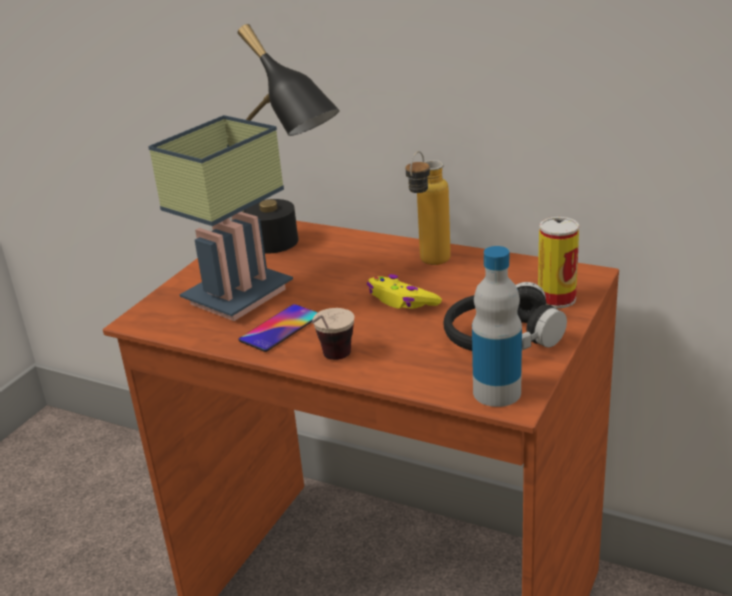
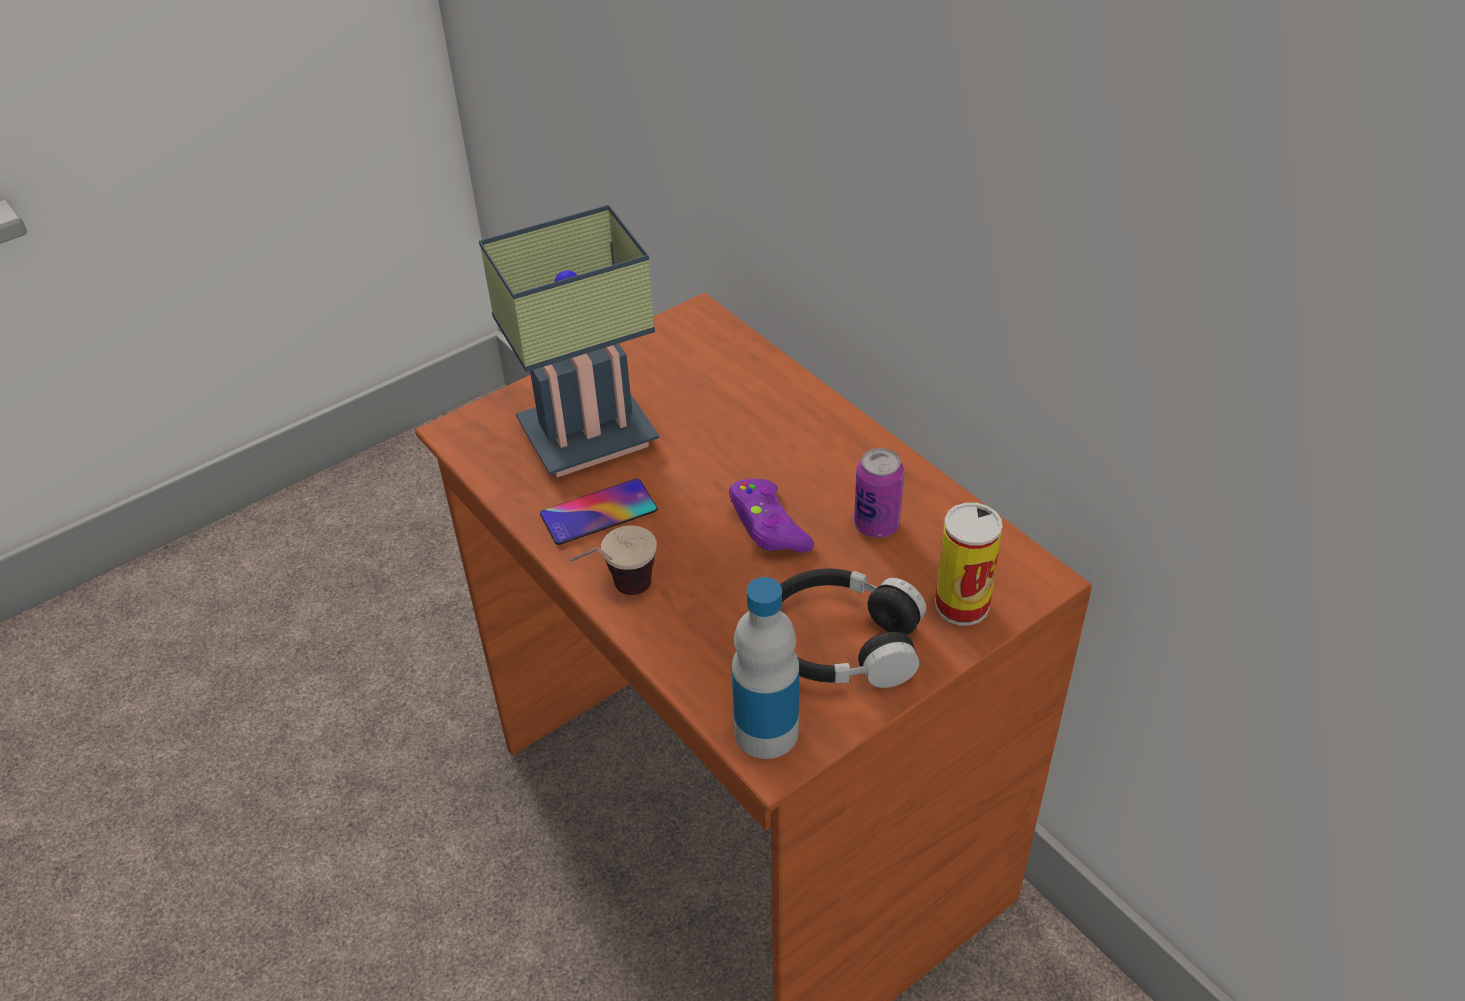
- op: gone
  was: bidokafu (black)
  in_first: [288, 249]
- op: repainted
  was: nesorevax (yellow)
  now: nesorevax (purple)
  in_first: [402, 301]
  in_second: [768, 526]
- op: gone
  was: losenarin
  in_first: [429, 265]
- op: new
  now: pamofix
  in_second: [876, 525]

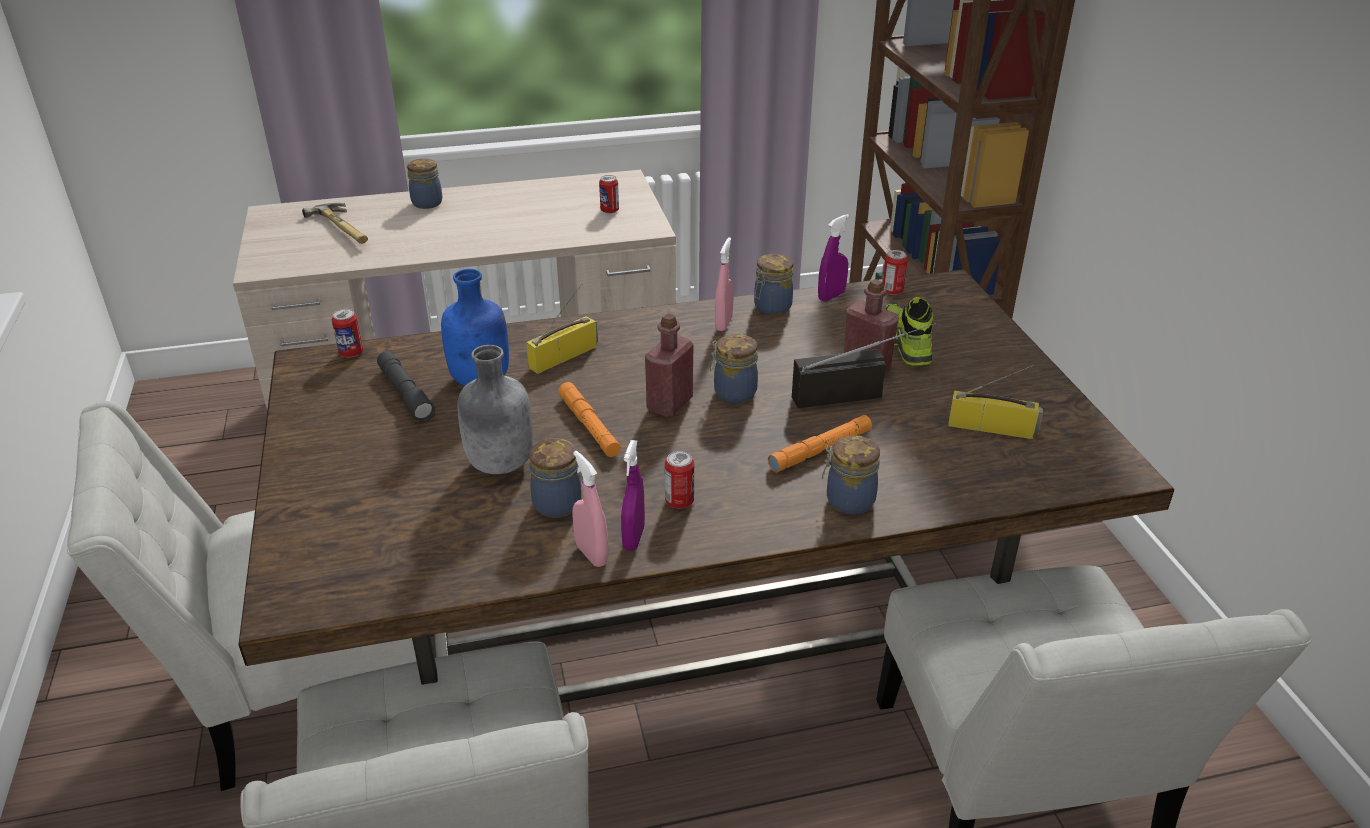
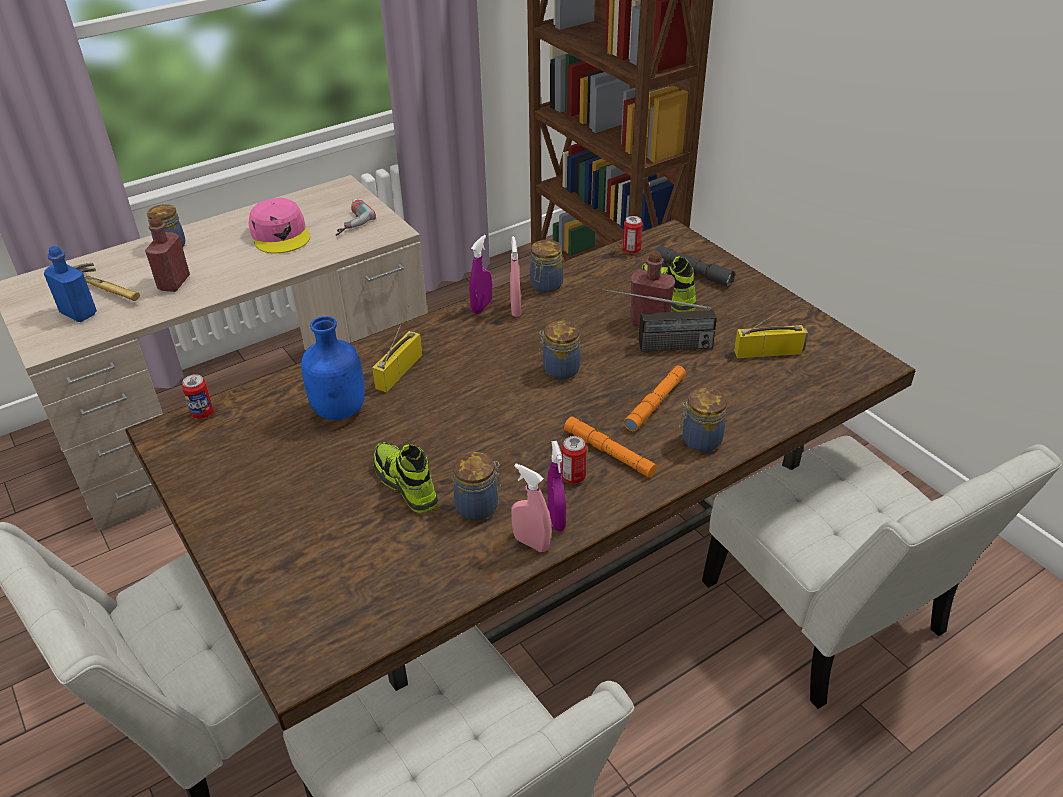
- op: shifted
  was: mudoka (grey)
  in_first: [406, 394]
  in_second: [692, 272]
- op: swapped
  was: losenarin (grey)
  now: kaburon
  in_first: [499, 464]
  in_second: [405, 484]
- op: shifted
  was: mudoka (orange)
  in_first: [589, 425]
  in_second: [609, 452]
- op: swapped
  was: pamofix
  now: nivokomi
  in_first: [609, 210]
  in_second: [347, 220]
- op: shifted
  was: losenarin (red)
  in_first: [669, 404]
  in_second: [174, 283]
- op: rotated
  was: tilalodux
  in_first: [858, 393]
  in_second: [656, 346]
  clockwise: -150
- op: shifted
  was: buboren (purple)
  in_first: [831, 296]
  in_second: [482, 307]
- op: new
  now: losenarin (blue)
  in_second: [78, 313]
- op: new
  now: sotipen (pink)
  in_second: [280, 234]

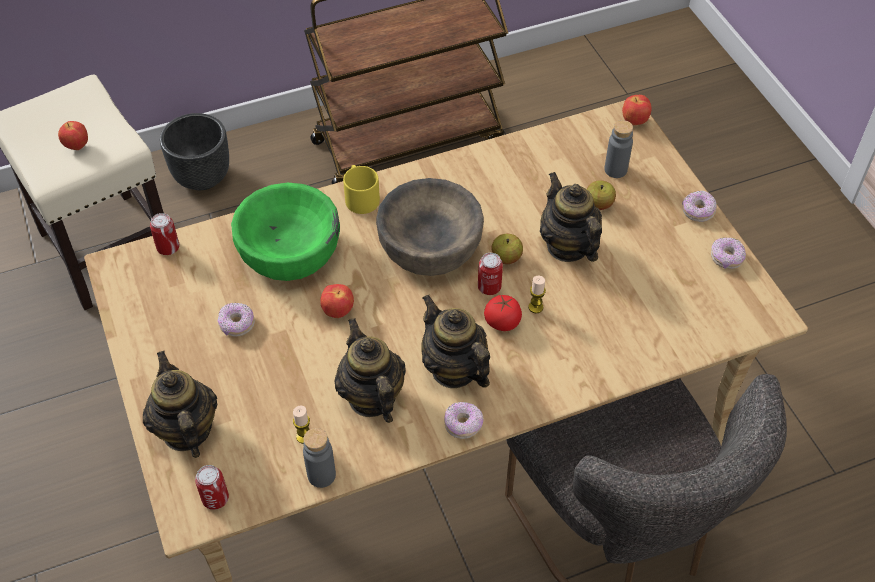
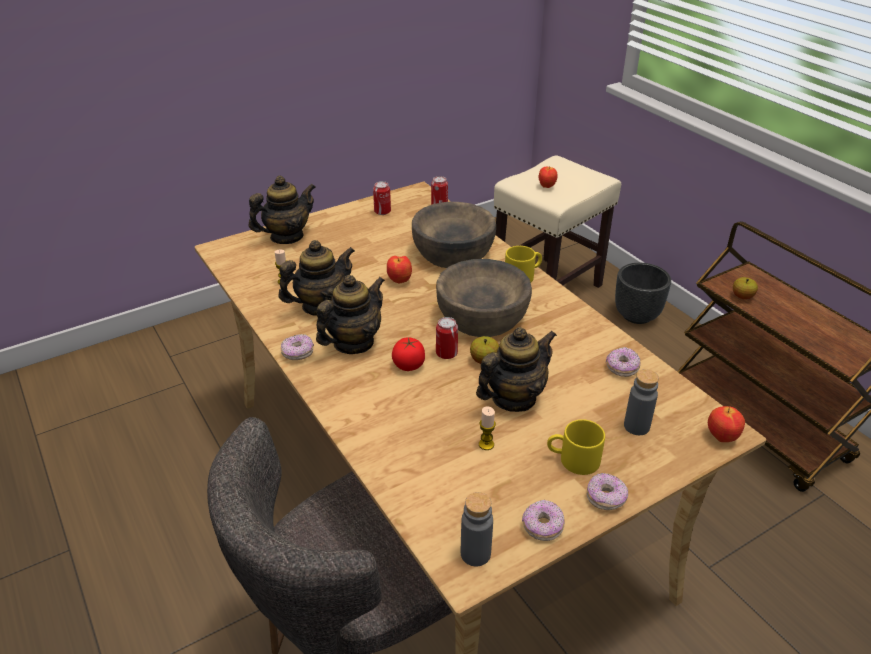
- op: shifted
  was: pamofix
  in_first: [215, 498]
  in_second: [382, 212]
- op: shifted
  was: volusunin
  in_first: [237, 324]
  in_second: [622, 368]
- op: repainted
  was: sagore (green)
  now: sagore (brown)
  in_first: [290, 251]
  in_second: [453, 252]
- op: shifted
  was: losenarin (grey)
  in_first: [321, 475]
  in_second: [475, 554]
- op: shifted
  was: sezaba
  in_first: [535, 307]
  in_second: [486, 444]
- op: shifted
  was: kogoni
  in_first: [598, 204]
  in_second: [742, 296]
- op: new
  now: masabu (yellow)
  in_second: [573, 460]

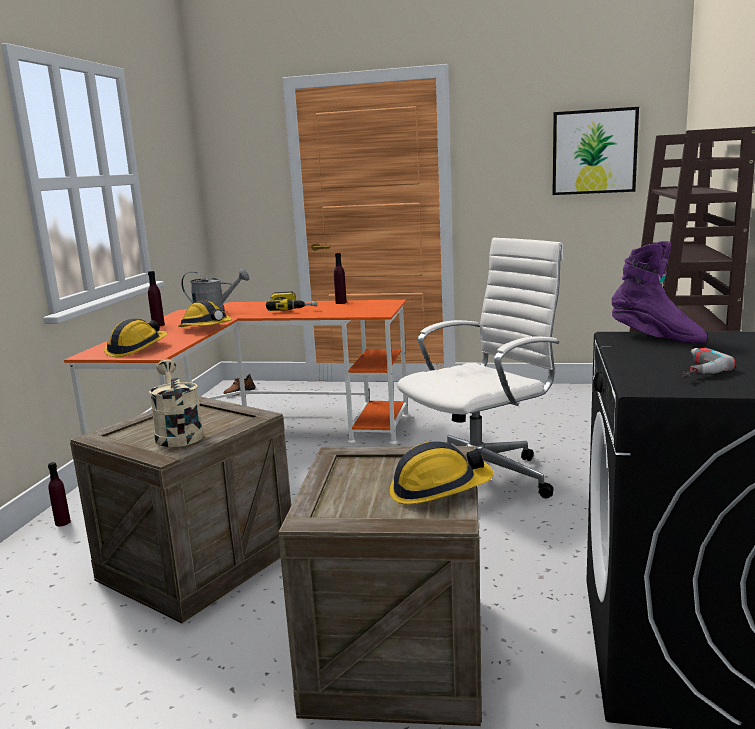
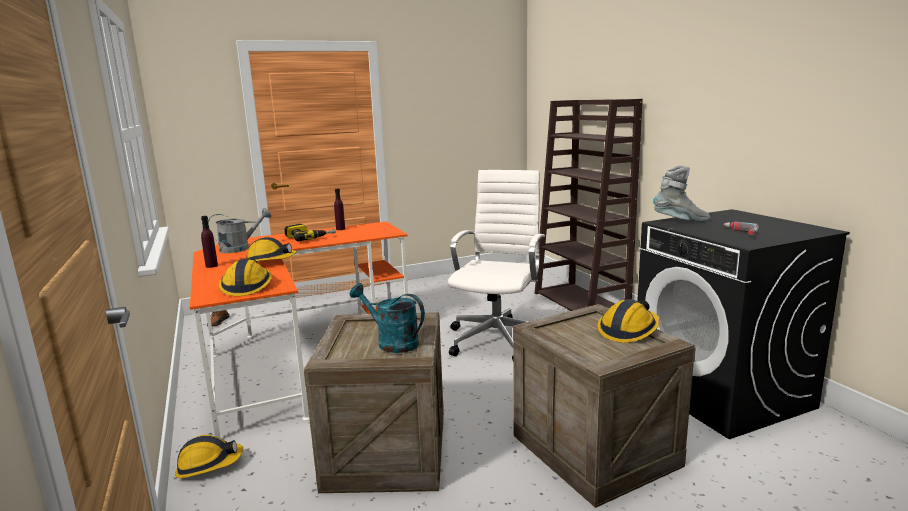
- op: swapped
  was: losenarin (purple)
  now: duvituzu
  in_first: [62, 522]
  in_second: [209, 465]
- op: repainted
  was: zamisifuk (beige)
  now: zamisifuk (turquoise)
  in_first: [177, 434]
  in_second: [391, 342]
- op: gone
  was: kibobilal
  in_first: [594, 152]
- op: repainted
  was: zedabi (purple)
  now: zedabi (grey)
  in_first: [656, 338]
  in_second: [681, 221]

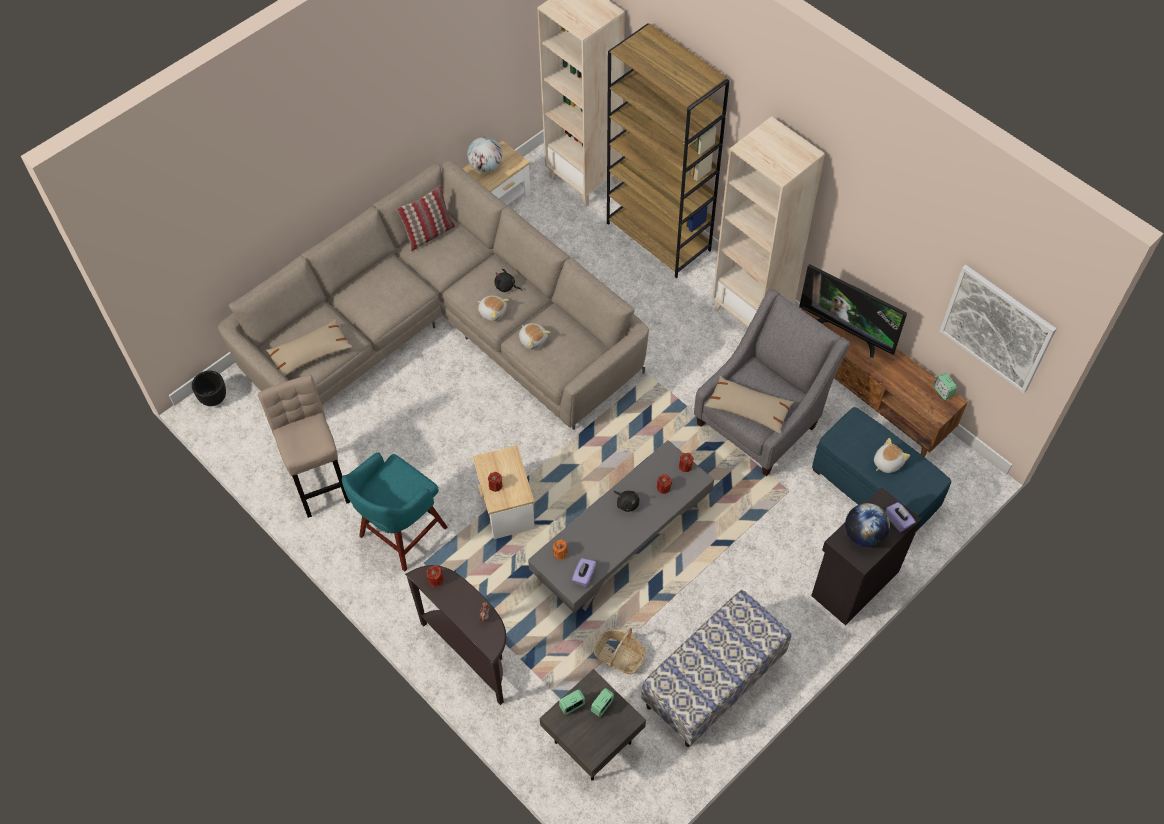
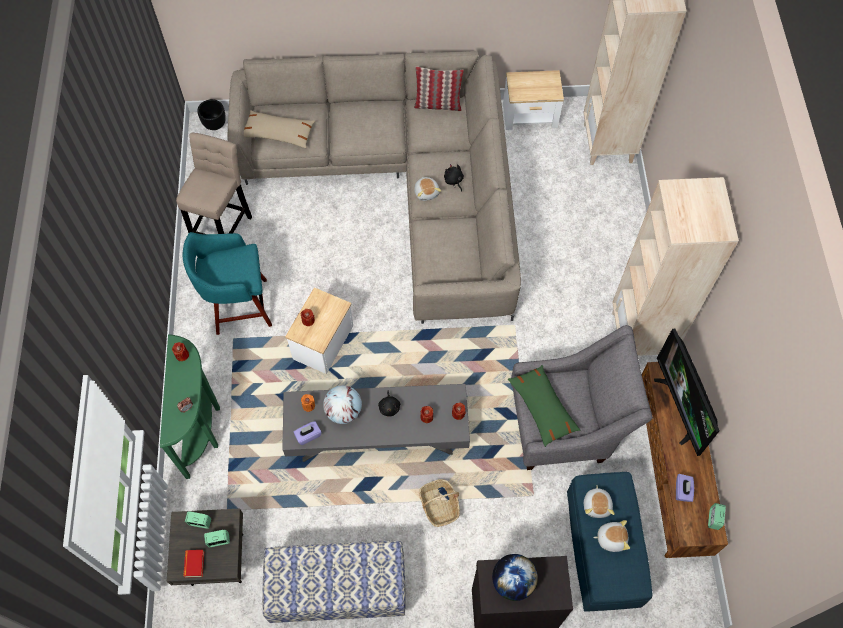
- op: repainted
  was: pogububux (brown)
  now: pogububux (green)
  in_first: [471, 653]
  in_second: [203, 426]
- op: shifted
  was: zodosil
  in_first: [485, 166]
  in_second: [343, 411]
- op: shifted
  was: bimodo
  in_first: [533, 339]
  in_second: [597, 505]
- op: shifted
  was: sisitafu
  in_first: [619, 656]
  in_second: [439, 505]
- op: gone
  was: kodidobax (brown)
  in_first: [659, 237]
- op: repainted
  was: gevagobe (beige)
  now: gevagobe (green)
  in_first: [748, 409]
  in_second: [542, 407]
- op: shifted
  was: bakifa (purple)
  in_first: [898, 521]
  in_second: [682, 491]
- op: gone
  was: kibobilal
  in_first: [996, 328]
- op: new
  now: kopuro
  in_second: [194, 564]

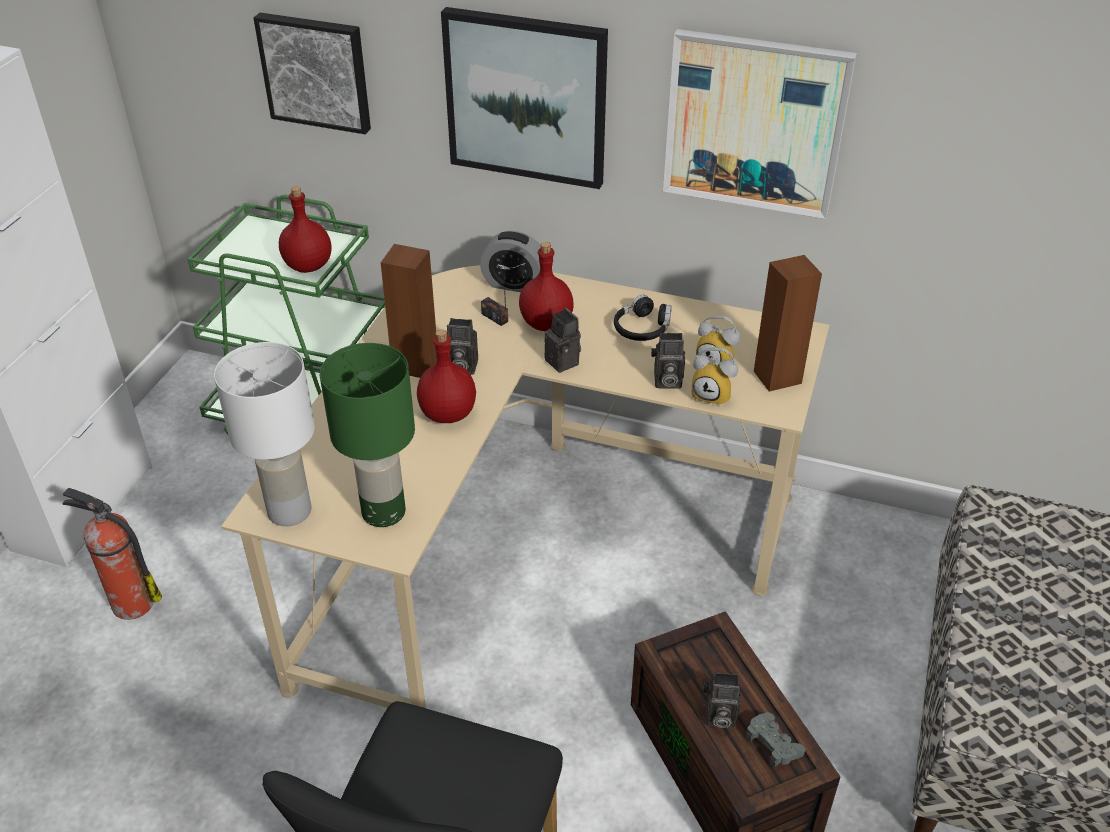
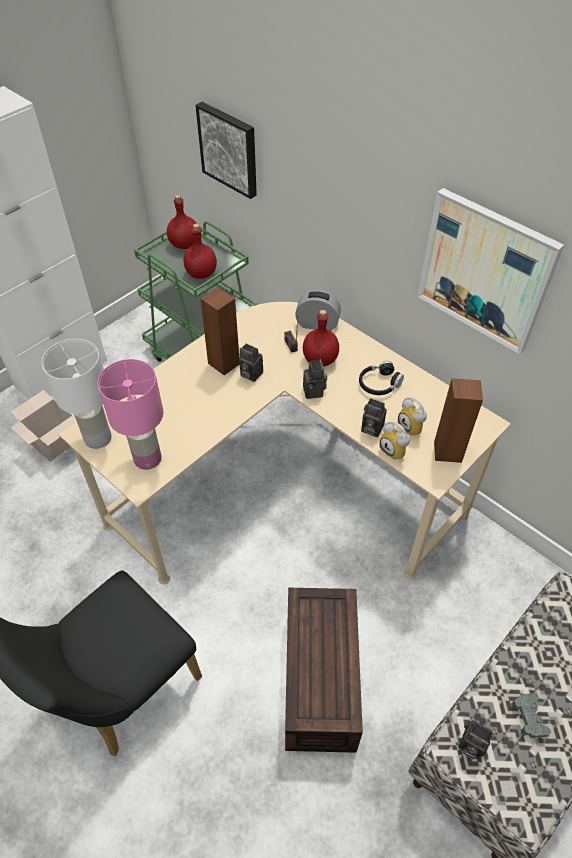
- op: swapped
  was: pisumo
  now: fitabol
  in_first: [130, 603]
  in_second: [56, 440]
- op: repainted
  was: bidokafu (green)
  now: bidokafu (pink)
  in_first: [385, 512]
  in_second: [148, 459]
- op: shifted
  was: losenarin (red)
  in_first: [447, 413]
  in_second: [184, 244]
- op: gone
  was: kibobilal
  in_first: [526, 97]
- op: rotated
  was: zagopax
  in_first: [514, 284]
  in_second: [317, 324]
  clockwise: 150
- op: shifted
  was: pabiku
  in_first: [718, 717]
  in_second: [469, 745]
- op: shifted
  was: nesorevax (grey)
  in_first: [773, 744]
  in_second: [529, 717]

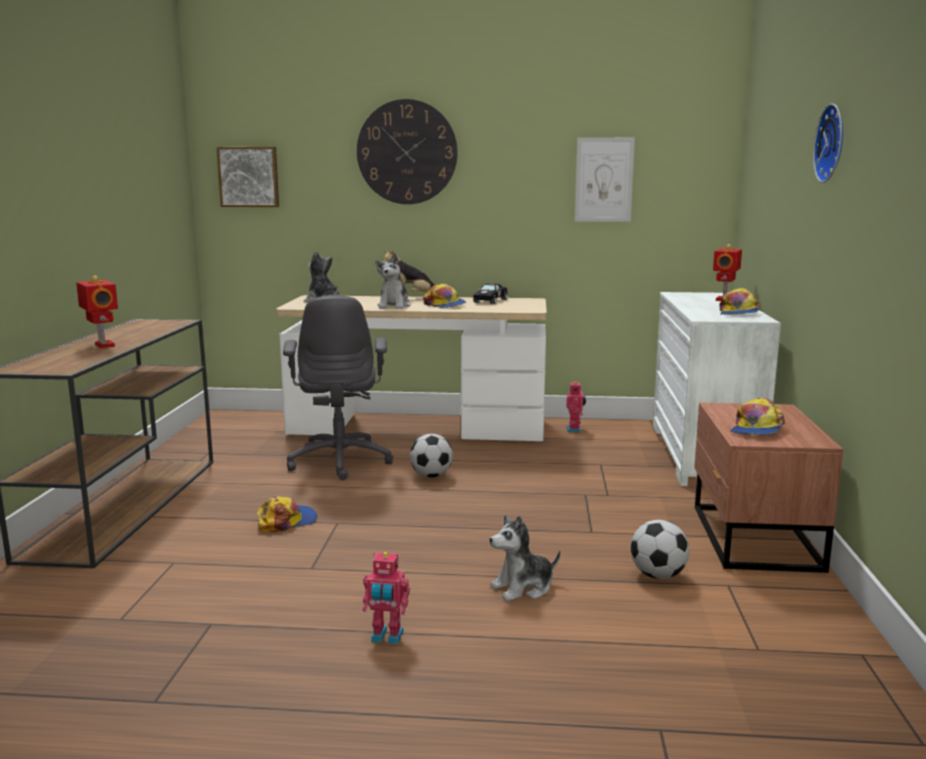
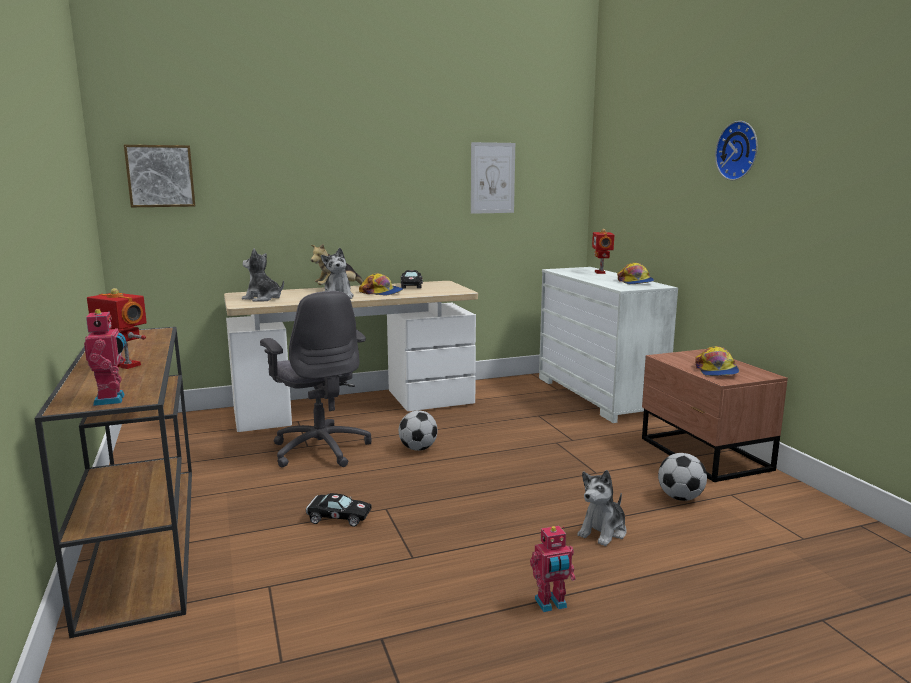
- op: swapped
  was: sotipen
  now: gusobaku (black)
  in_first: [287, 521]
  in_second: [337, 517]
- op: gone
  was: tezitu
  in_first: [407, 152]
- op: shifted
  was: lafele
  in_first: [575, 429]
  in_second: [112, 399]

